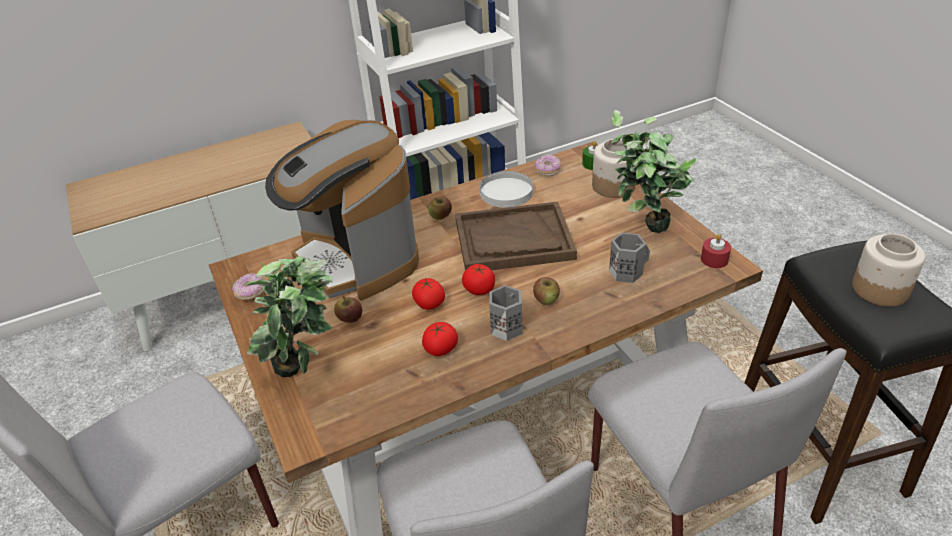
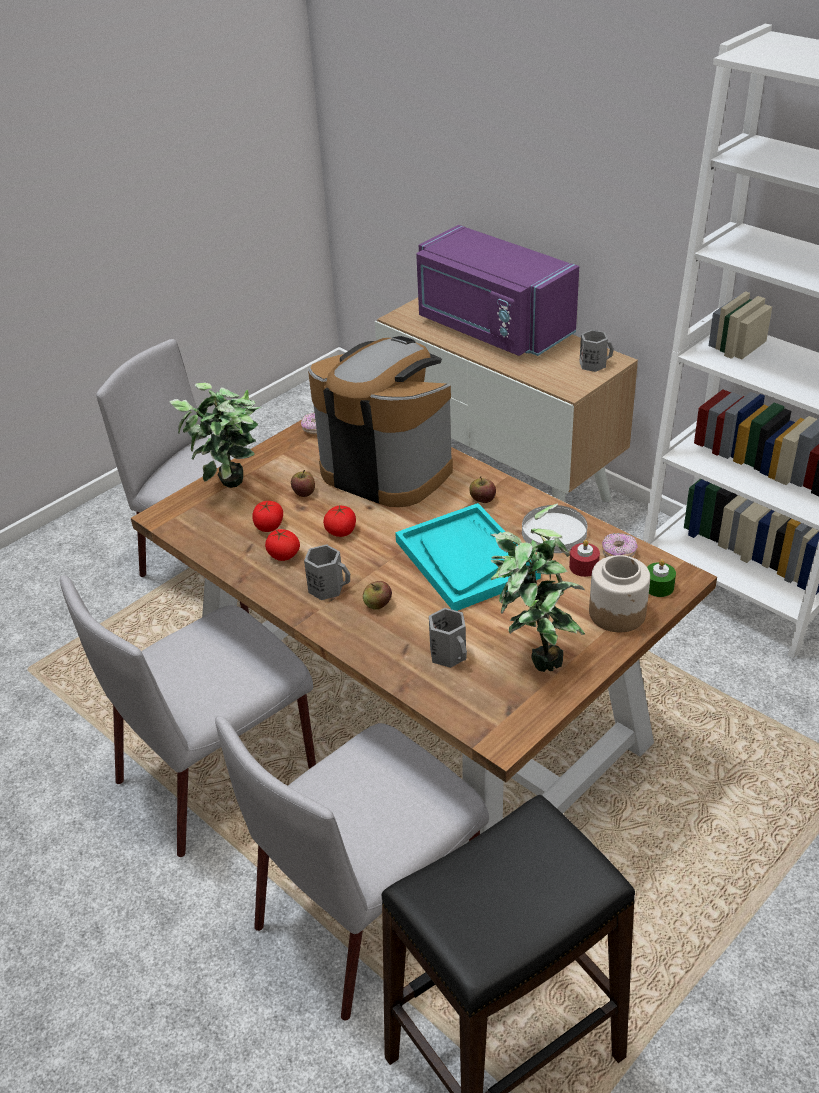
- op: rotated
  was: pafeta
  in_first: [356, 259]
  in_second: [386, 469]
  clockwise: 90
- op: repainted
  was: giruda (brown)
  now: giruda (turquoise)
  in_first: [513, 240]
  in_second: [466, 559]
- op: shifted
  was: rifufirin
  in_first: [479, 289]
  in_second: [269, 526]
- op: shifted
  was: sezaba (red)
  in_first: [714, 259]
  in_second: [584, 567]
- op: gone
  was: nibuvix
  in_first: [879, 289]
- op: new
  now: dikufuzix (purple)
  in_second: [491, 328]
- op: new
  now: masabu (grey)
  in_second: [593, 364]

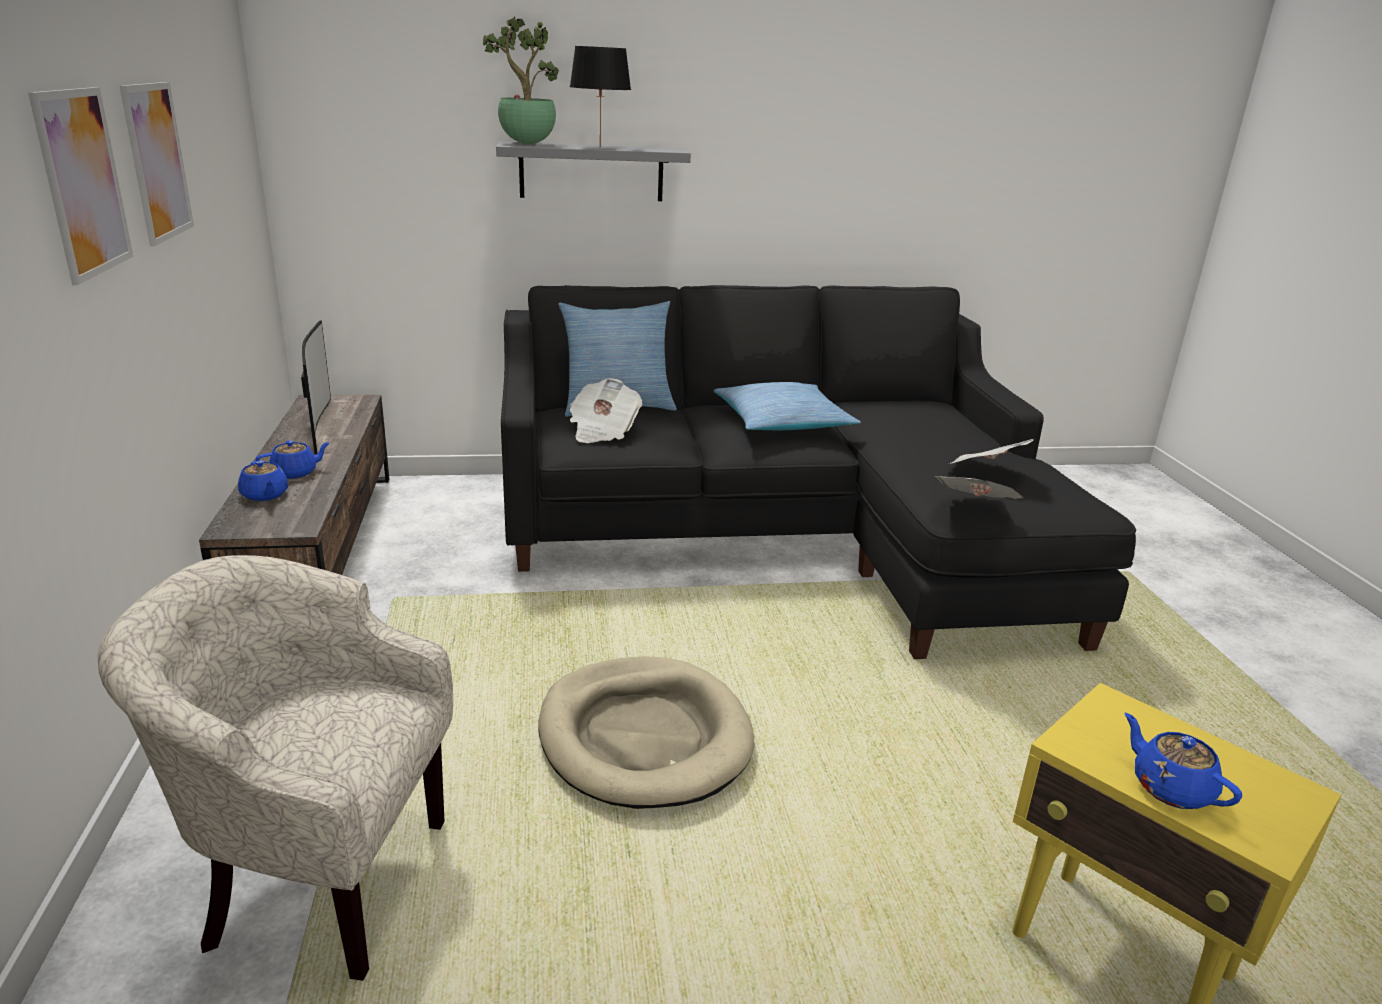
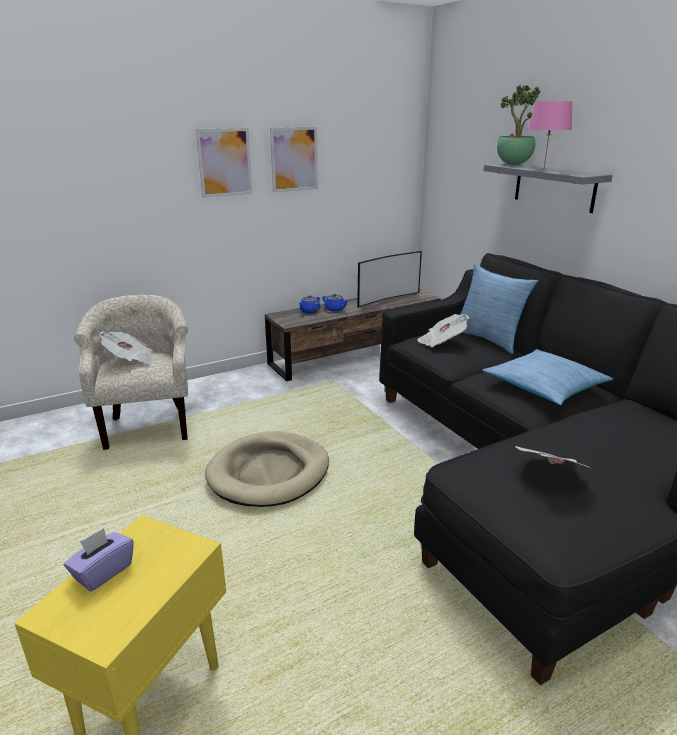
- op: repainted
  was: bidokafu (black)
  now: bidokafu (pink)
  in_first: [601, 147]
  in_second: [544, 169]
- op: shifted
  was: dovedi
  in_first: [975, 510]
  in_second: [130, 359]
- op: swapped
  was: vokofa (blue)
  now: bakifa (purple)
  in_first: [1170, 788]
  in_second: [103, 572]

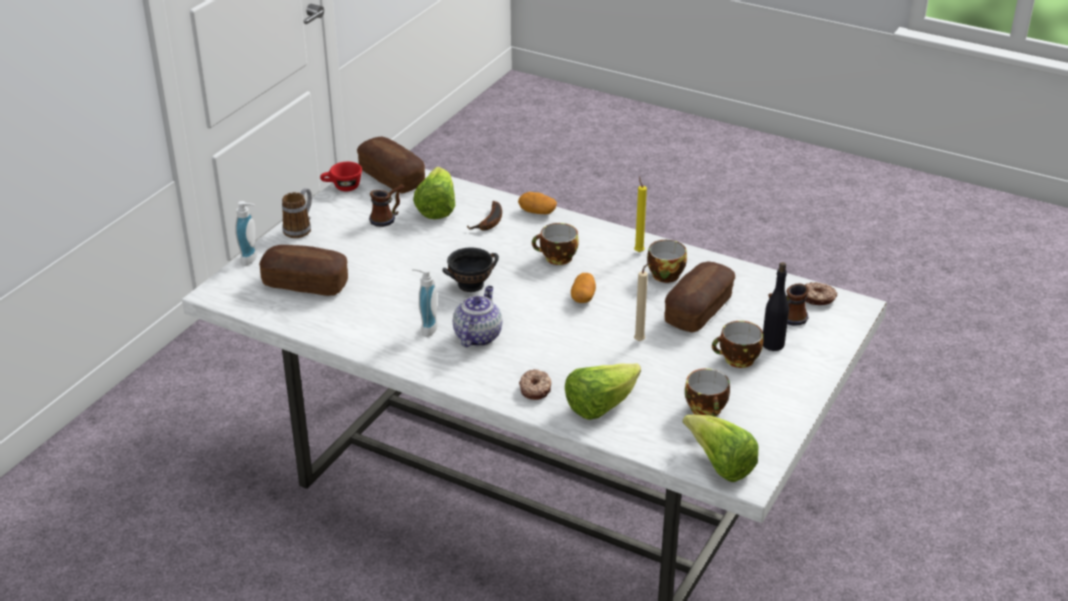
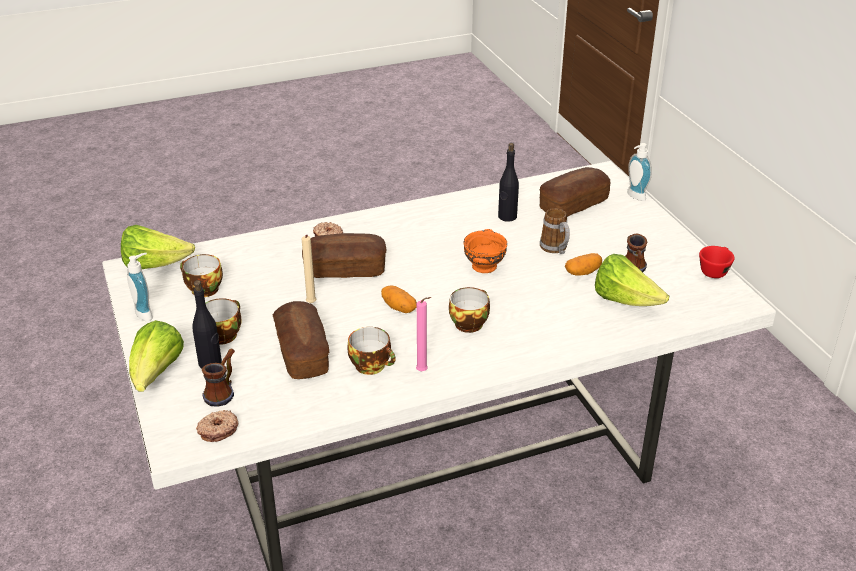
- op: shifted
  was: masabu
  in_first: [300, 228]
  in_second: [556, 249]
- op: shifted
  was: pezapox
  in_first: [391, 177]
  in_second: [345, 269]
- op: shifted
  was: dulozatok
  in_first: [426, 328]
  in_second: [147, 313]
- op: repainted
  was: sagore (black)
  now: sagore (orange)
  in_first: [472, 285]
  in_second: [483, 267]
- op: gone
  was: vokofa
  in_first: [477, 336]
- op: gone
  was: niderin
  in_first: [490, 222]
- op: shifted
  was: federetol
  in_first: [537, 212]
  in_second: [583, 272]
- op: shifted
  was: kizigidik
  in_first: [600, 405]
  in_second: [156, 375]
- op: repainted
  was: sezaba (yellow)
  now: sezaba (pink)
  in_first: [638, 251]
  in_second: [423, 372]
- op: new
  now: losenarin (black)
  in_second: [507, 217]

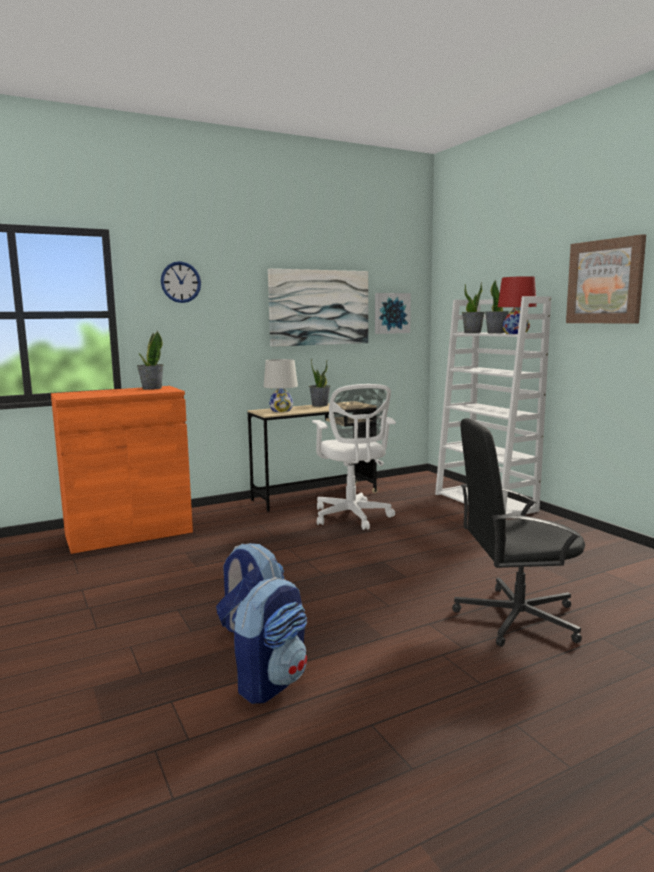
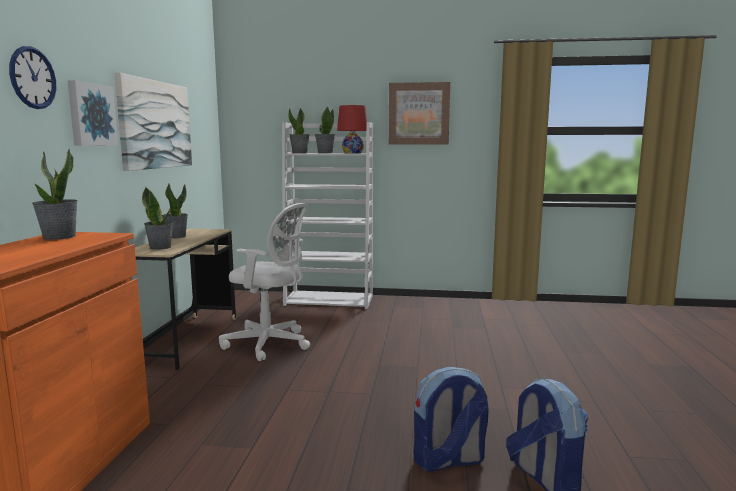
- op: swapped
  was: bidokafu (white)
  now: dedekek
  in_first: [281, 410]
  in_second: [160, 247]
- op: shifted
  was: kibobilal
  in_first: [391, 313]
  in_second: [91, 115]
- op: gone
  was: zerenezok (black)
  in_first: [515, 617]

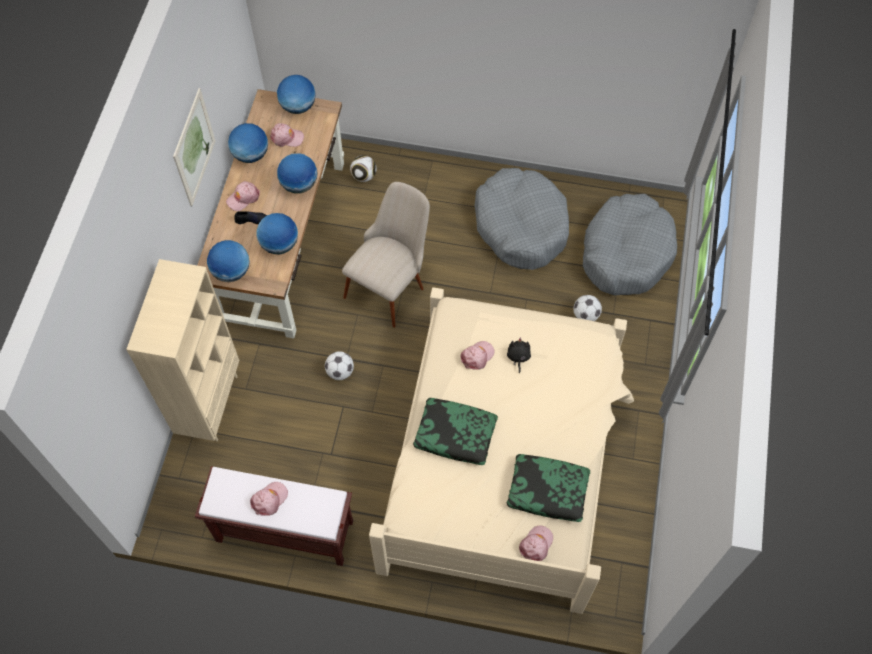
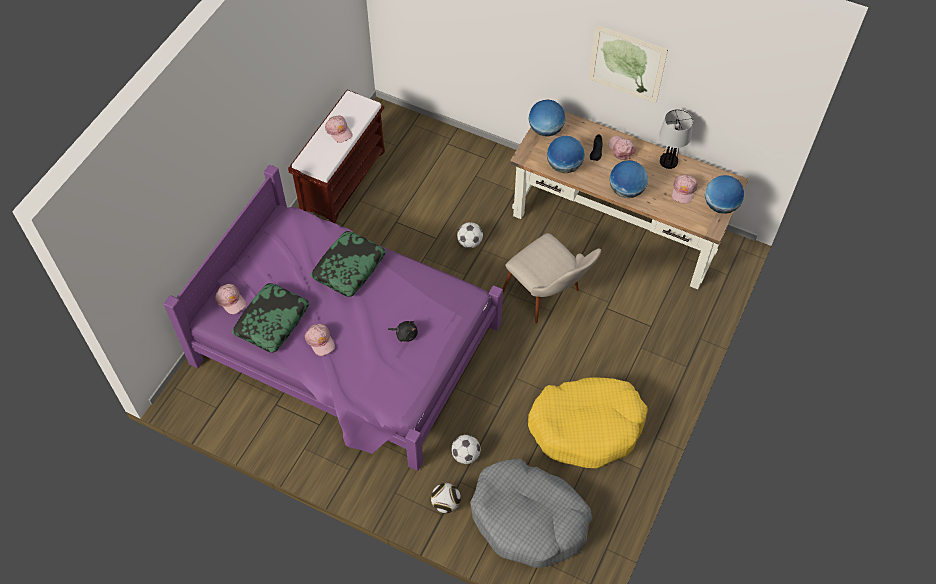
- op: gone
  was: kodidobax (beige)
  in_first: [210, 404]
- op: swapped
  was: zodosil
  now: bidokafu
  in_first: [251, 155]
  in_second: [669, 161]
- op: shifted
  was: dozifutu
  in_first: [364, 176]
  in_second: [445, 503]
- op: repainted
  was: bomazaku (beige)
  now: bomazaku (purple)
  in_first: [504, 455]
  in_second: [347, 345]
- op: shifted
  was: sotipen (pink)
  in_first: [477, 356]
  in_second: [320, 341]
- op: repainted
  was: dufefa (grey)
  now: dufefa (yellow)
  in_first: [521, 226]
  in_second: [586, 426]

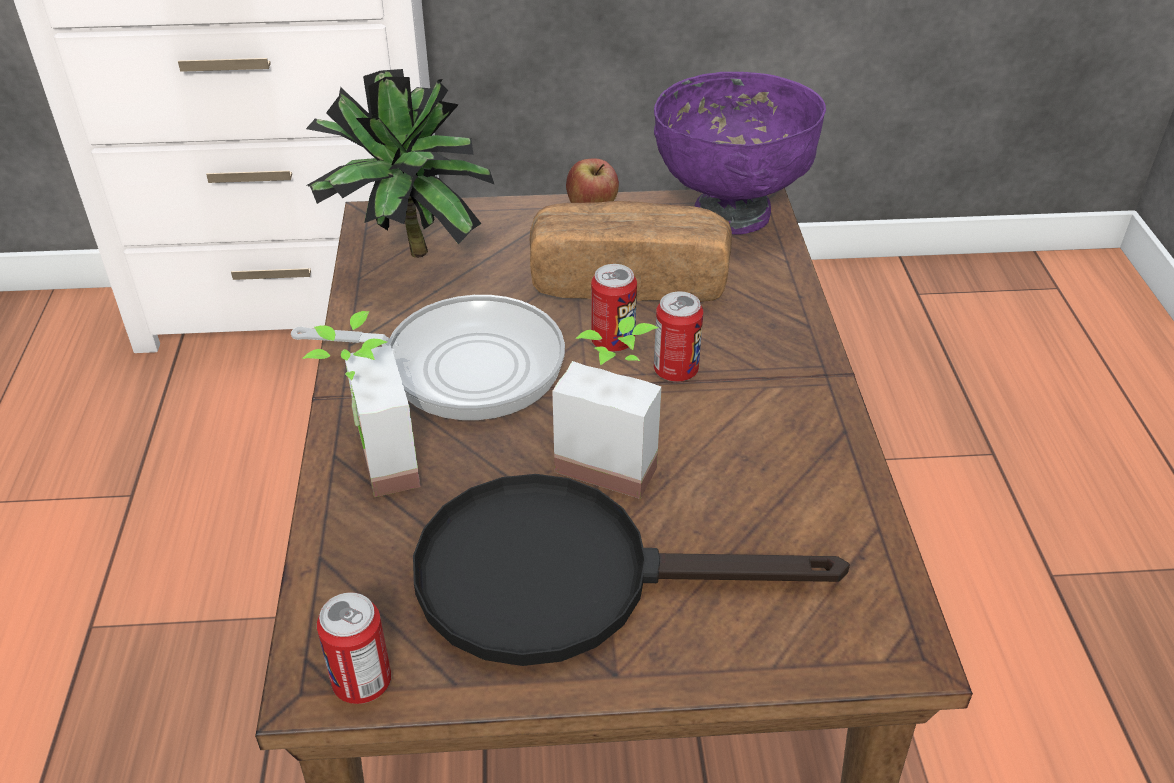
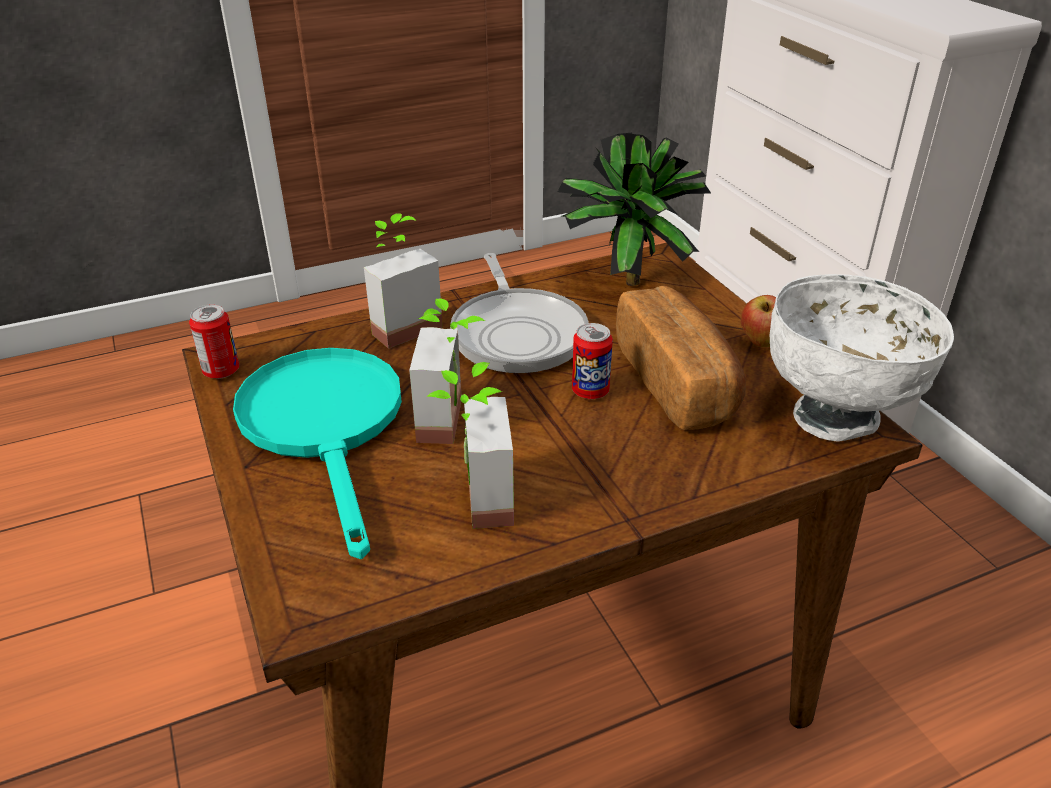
- op: repainted
  was: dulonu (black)
  now: dulonu (turquoise)
  in_first: [568, 577]
  in_second: [326, 427]
- op: repainted
  was: sagore (purple)
  now: sagore (white)
  in_first: [730, 212]
  in_second: [835, 417]
- op: gone
  was: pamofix
  in_first: [675, 371]
- op: new
  now: dedekek
  in_second: [472, 500]

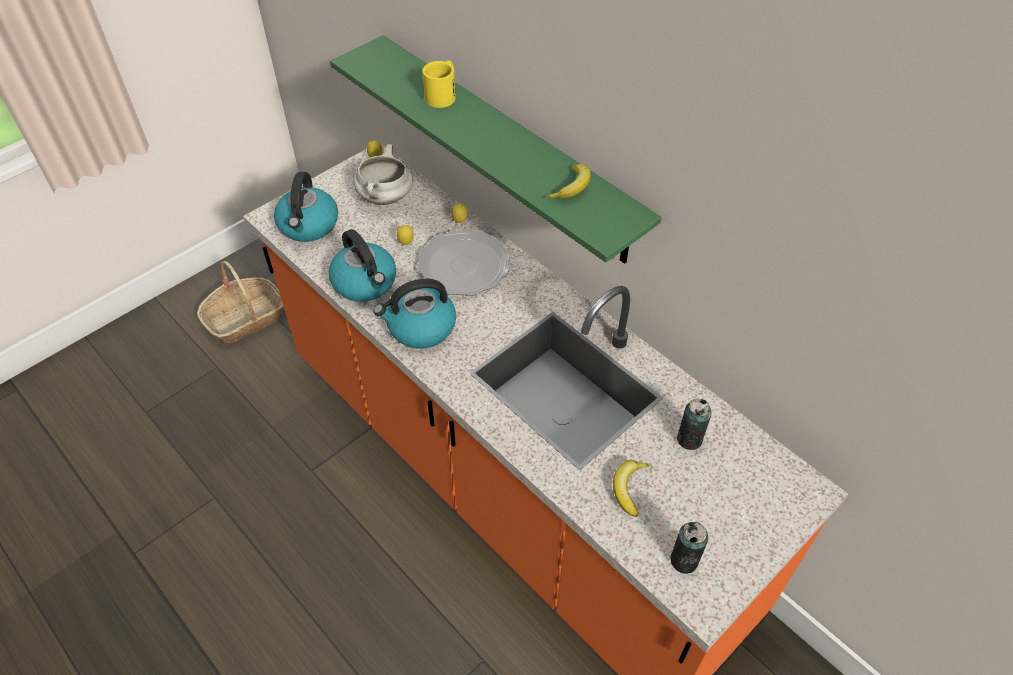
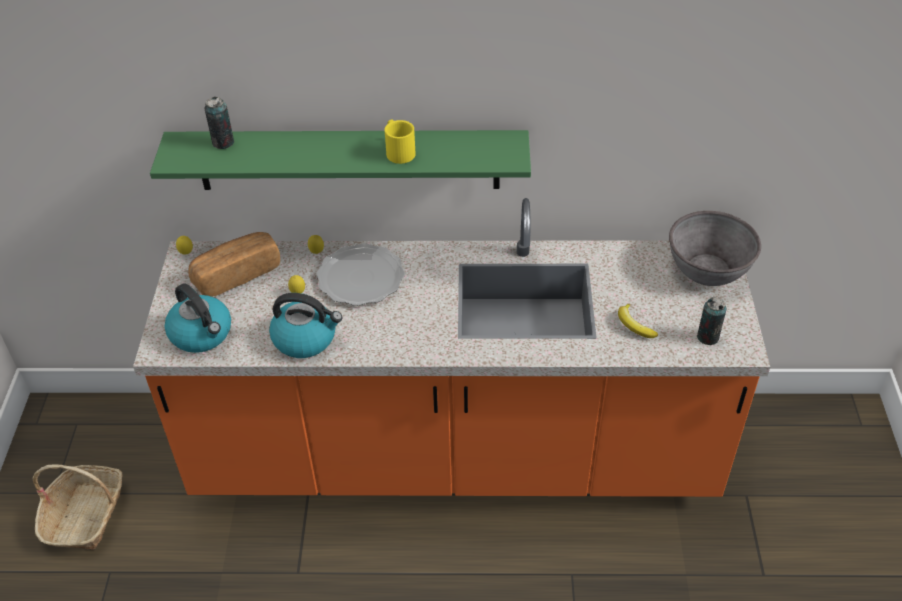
- op: swapped
  was: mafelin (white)
  now: pezapox
  in_first: [386, 198]
  in_second: [236, 274]
- op: gone
  was: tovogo
  in_first: [420, 328]
- op: shifted
  was: masabu (yellow)
  in_first: [443, 94]
  in_second: [398, 150]
- op: gone
  was: niderin
  in_first: [572, 187]
- op: shifted
  was: pamofix
  in_first: [689, 439]
  in_second: [223, 143]
- op: new
  now: sagore (grey)
  in_second: [708, 269]

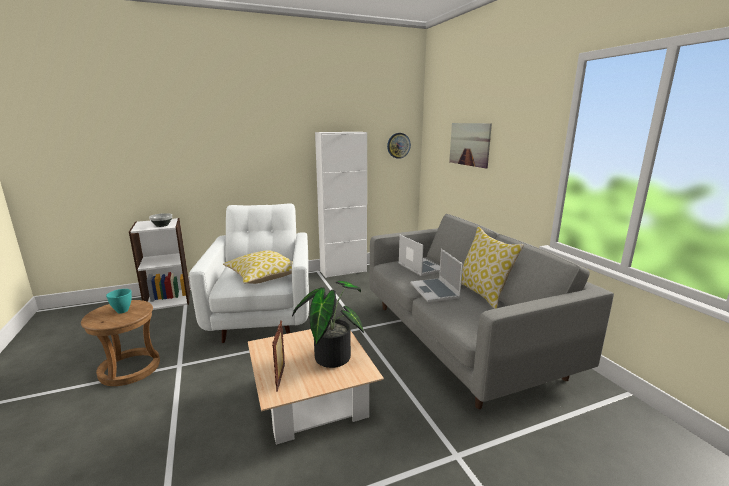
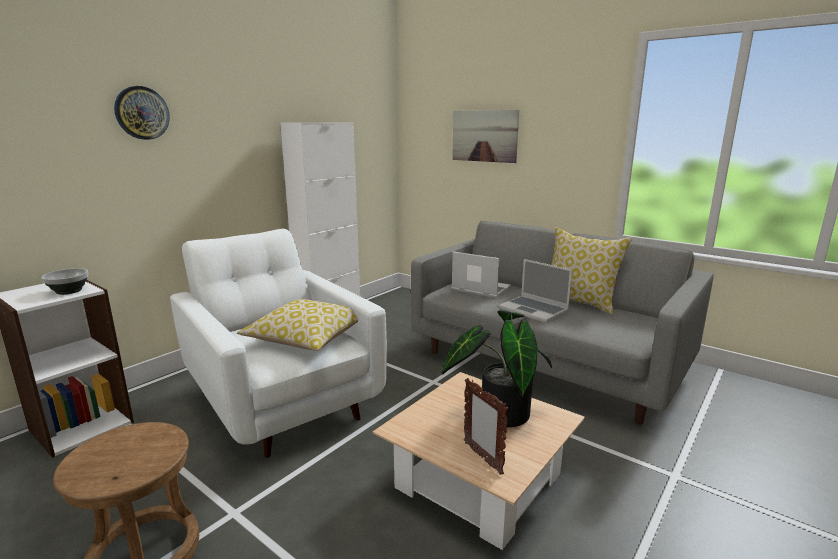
- op: gone
  was: sagore (turquoise)
  in_first: [122, 311]
- op: shifted
  was: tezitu
  in_first: [398, 145]
  in_second: [142, 113]

